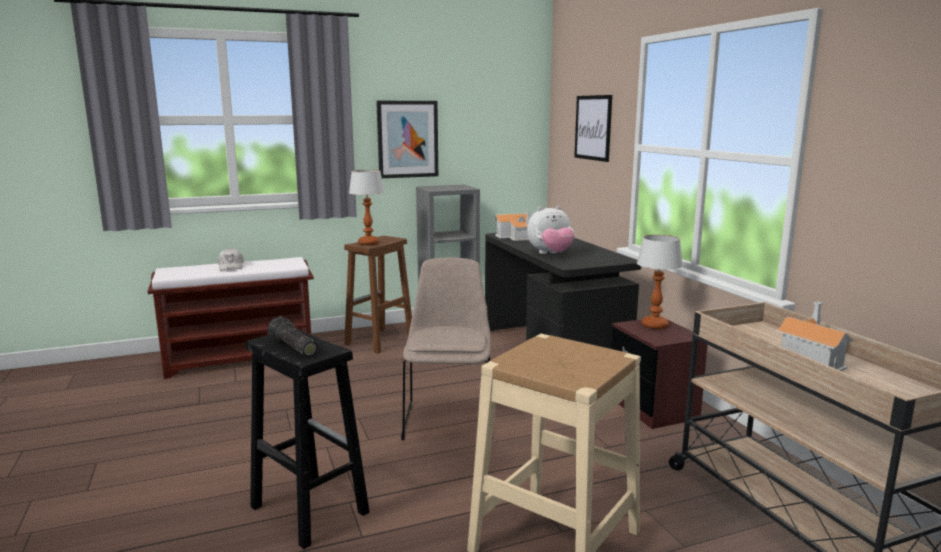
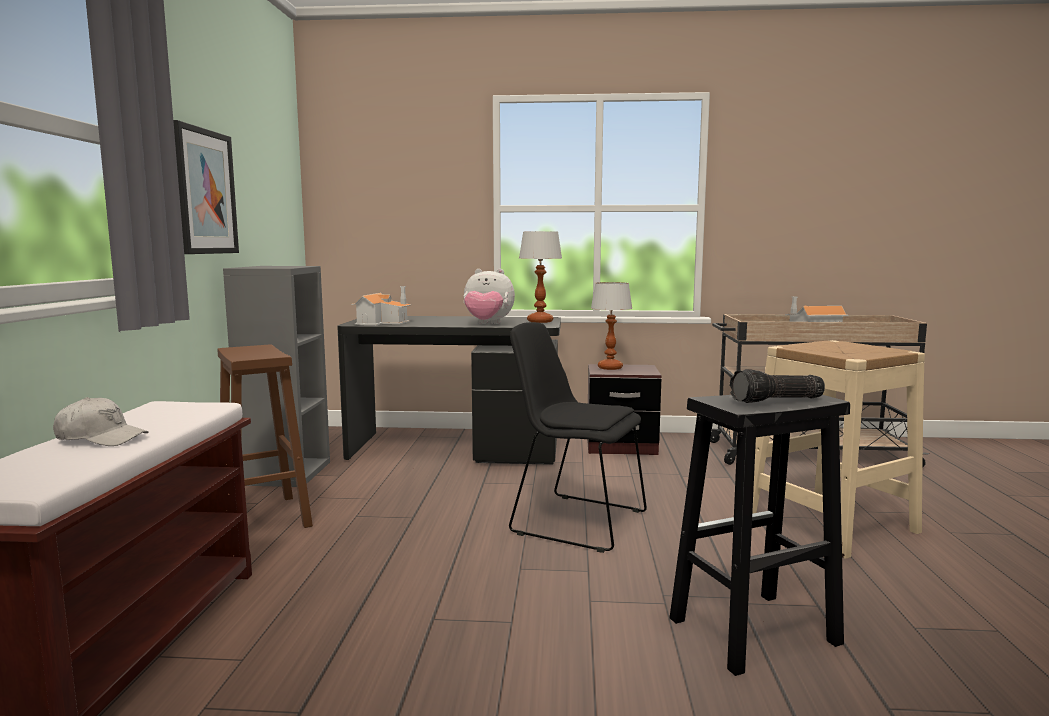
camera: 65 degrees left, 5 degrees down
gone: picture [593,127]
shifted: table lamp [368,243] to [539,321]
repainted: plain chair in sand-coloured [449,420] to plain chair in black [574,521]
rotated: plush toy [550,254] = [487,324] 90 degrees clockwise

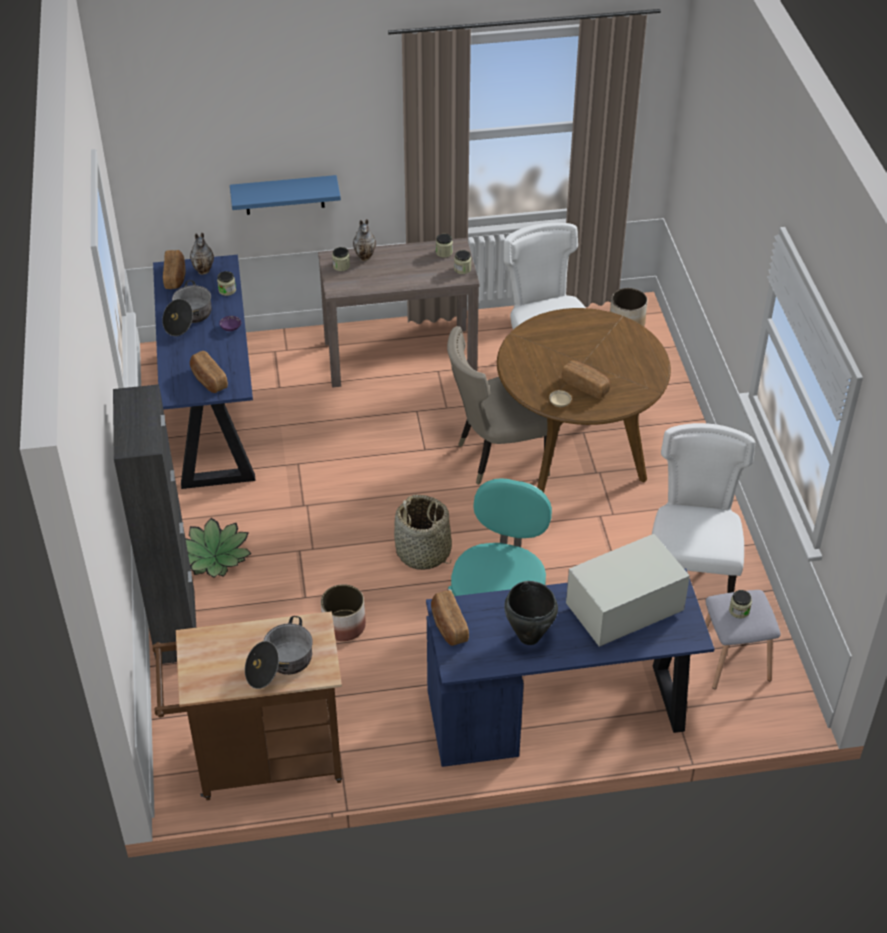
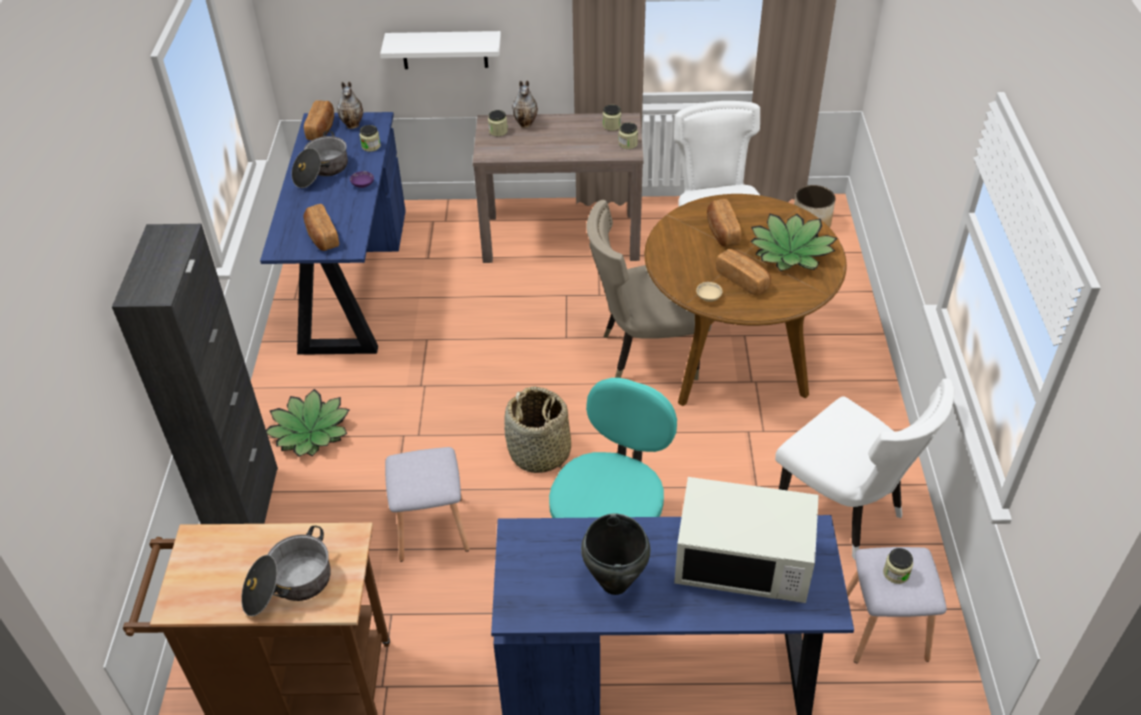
camera: 10 degrees right, 0 degrees up
new: potted plant [791,252]
shifted: baked bread [448,626] to [721,231]
swapped: flower pot [343,626] to sitting stool in gray [430,529]
repainted: wall shelf in blue-coloured [284,195] to wall shelf in white-coloured [444,50]
rotated: microwave oven in white-coloured [624,610] = [743,562] 150 degrees counterclockwise; plain chair in white-coloured [690,575] = [844,513] 120 degrees clockwise

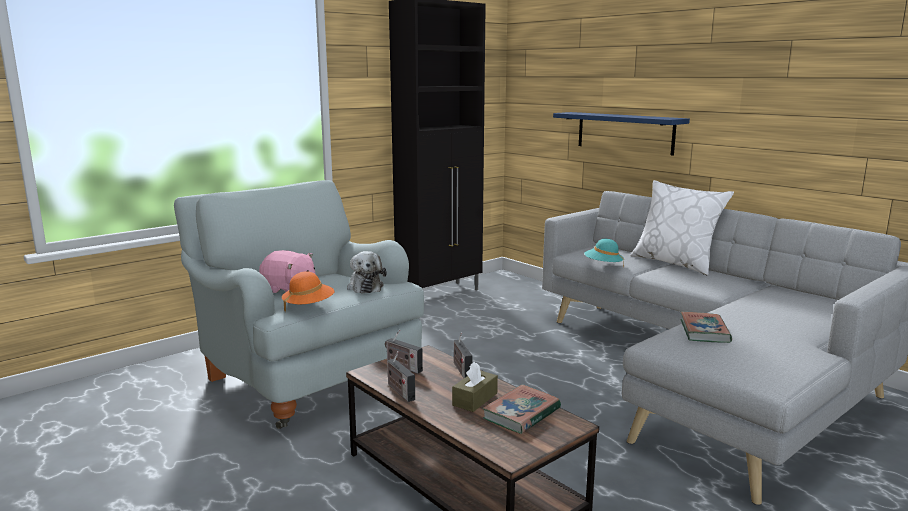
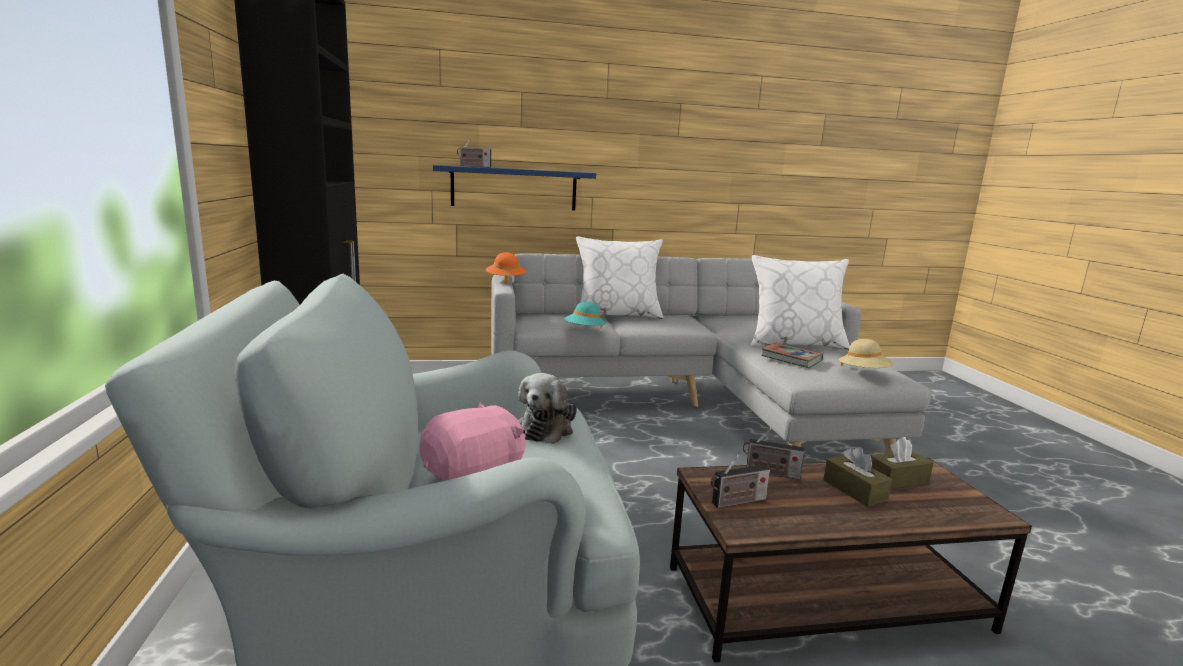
camera: 60 degrees left, 0 degrees up
new: cushion in white-coloured [794,343]; wearable hat in sand-coloured [863,373]
shifted: wearable hat in orange-coloured [308,306] to [505,280]; radio receiver [399,391] to [473,166]
swapped: volume [521,414] to tissue holder in brown [897,479]
rotated: plush toy [365,286] = [547,428] 90 degrees clockwise

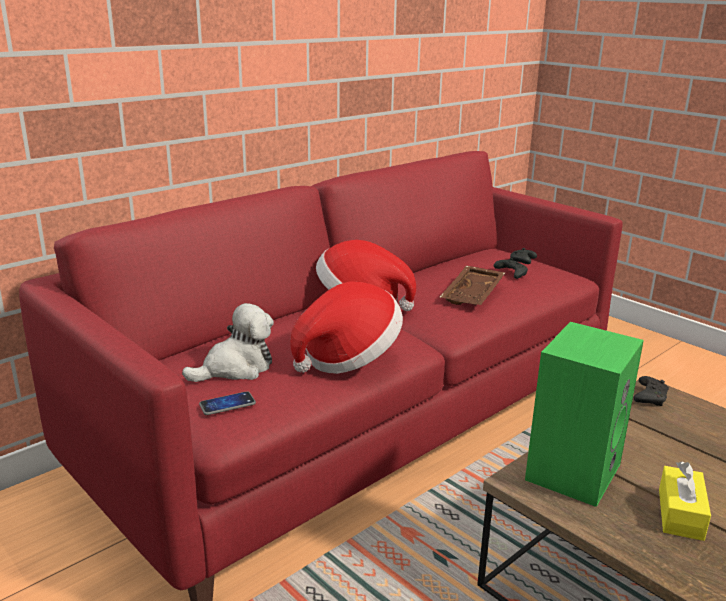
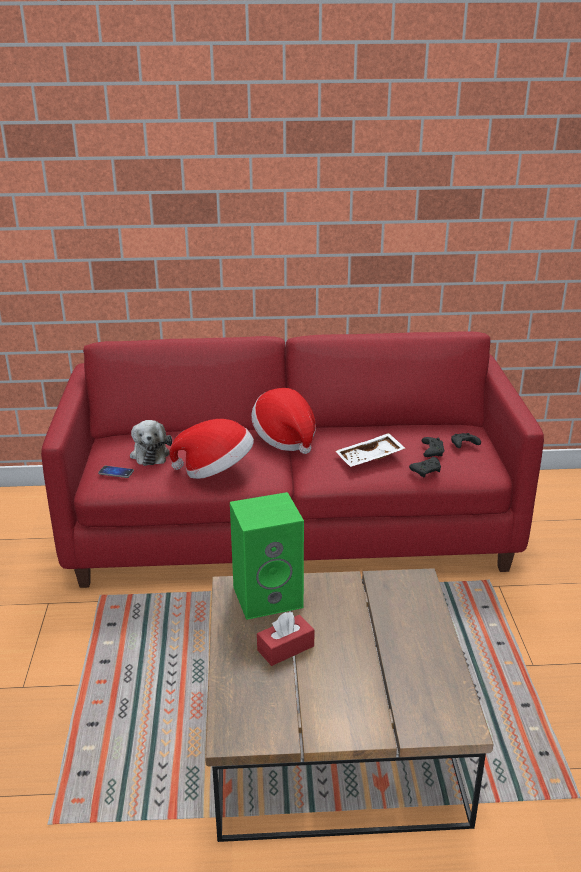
camera: 40 degrees right, 5 degrees up
shifted: joypad in black [649,397] to [426,471]
repainted: carrying tray in brown [473,295] to carrying tray in white-coloured [370,458]; tissue holder in yellowish [680,514] to tissue holder in red [285,648]
rotated: plush toy [236,368] = [150,453] 75 degrees clockwise

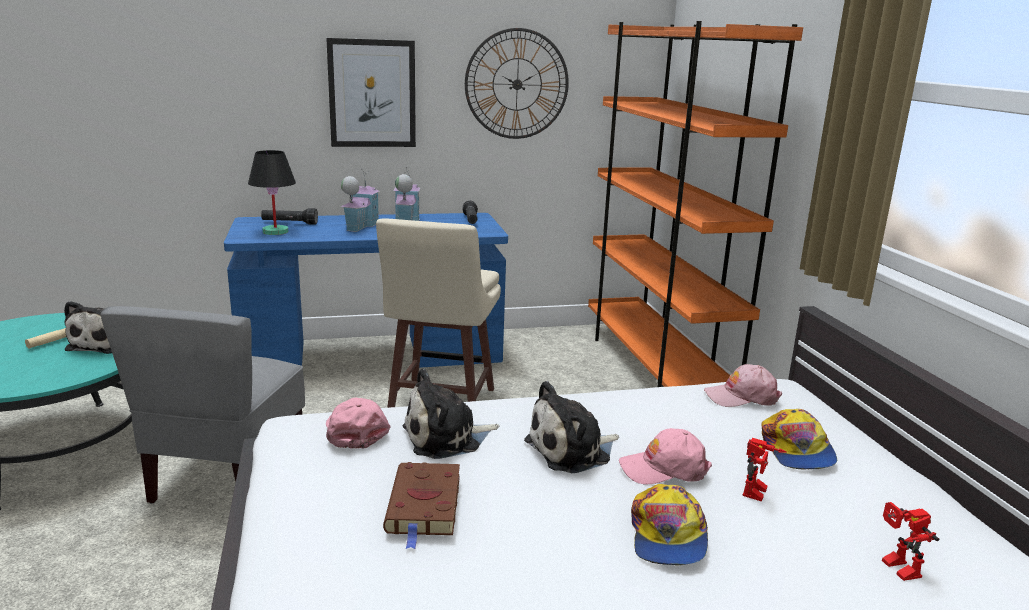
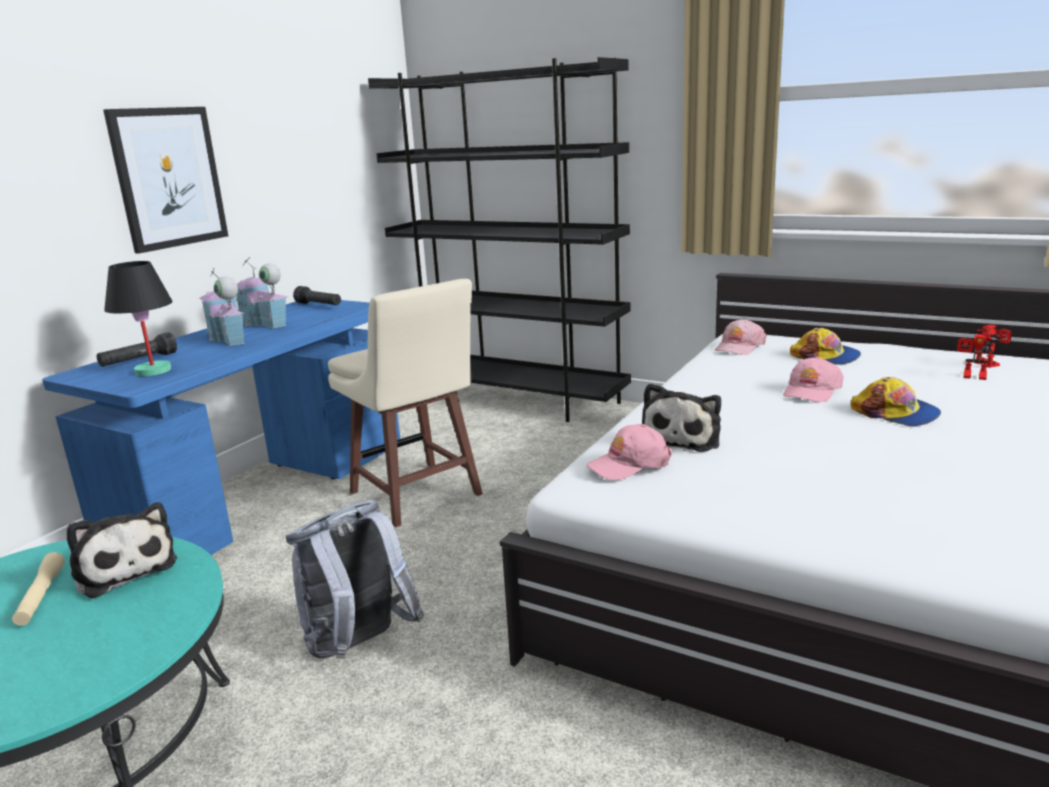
camera: 45 degrees left, 0 degrees up
gone: volume in brown [424,506]; clock on the wall [517,84]; plush toy [572,451]
shifted: toy robot [758,494] to [990,364]
swapped: plain chair in gray [227,477] to backpack in gray [358,647]
repainted: bookcase in orange-coloured [654,370] to bookcase in black [513,399]
rotated: peaked cap in pink [355,430] = [629,464] 45 degrees counterclockwise

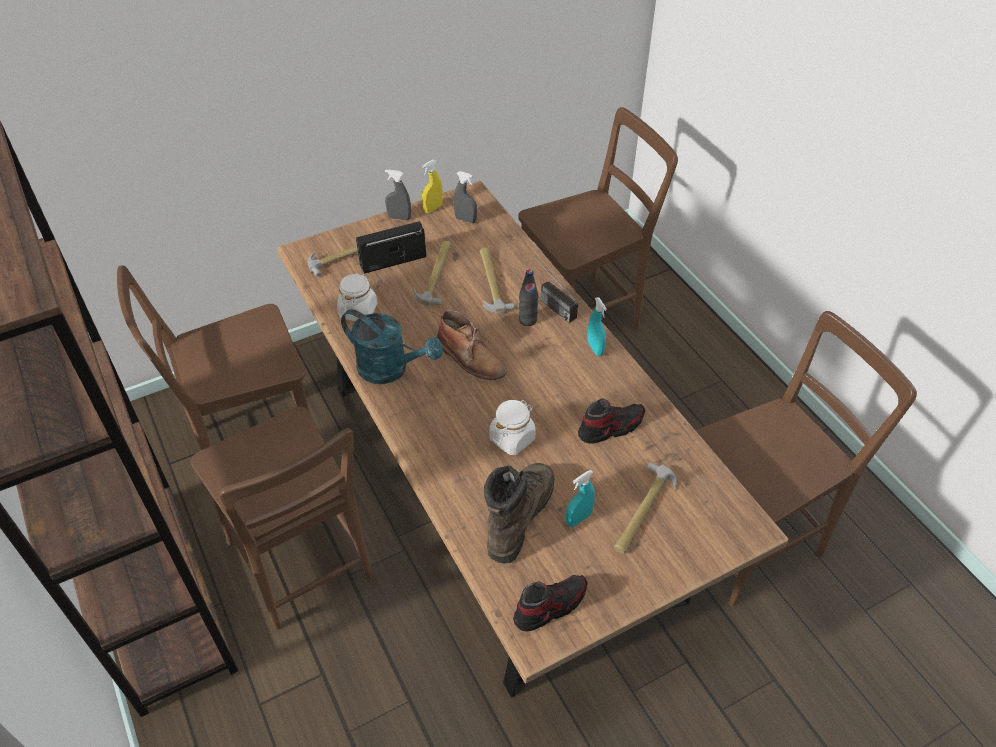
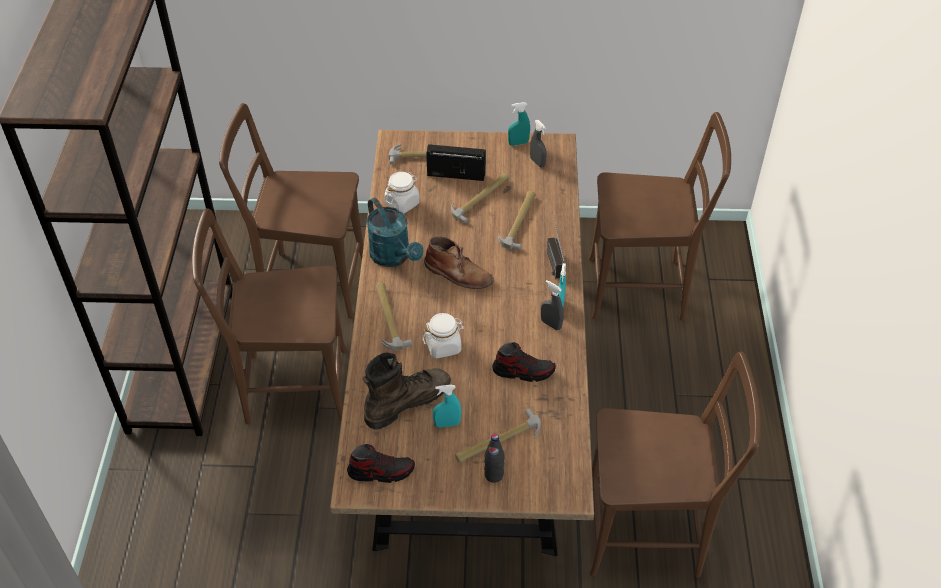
camera: 30 degrees right, 0 degrees up
new: tool hammer [389,318]
shifted: sprayer in gray [399,218] to [551,324]; bottle in black [527,320] to [493,475]
repainted: sprayer in yellowish [433,208] to sprayer in turquoise [518,143]
rotated: plain chair in brown [303,566] = [289,386] 90 degrees clockwise; high-top boot in brown [471,358] = [458,274] 45 degrees counterclockwise

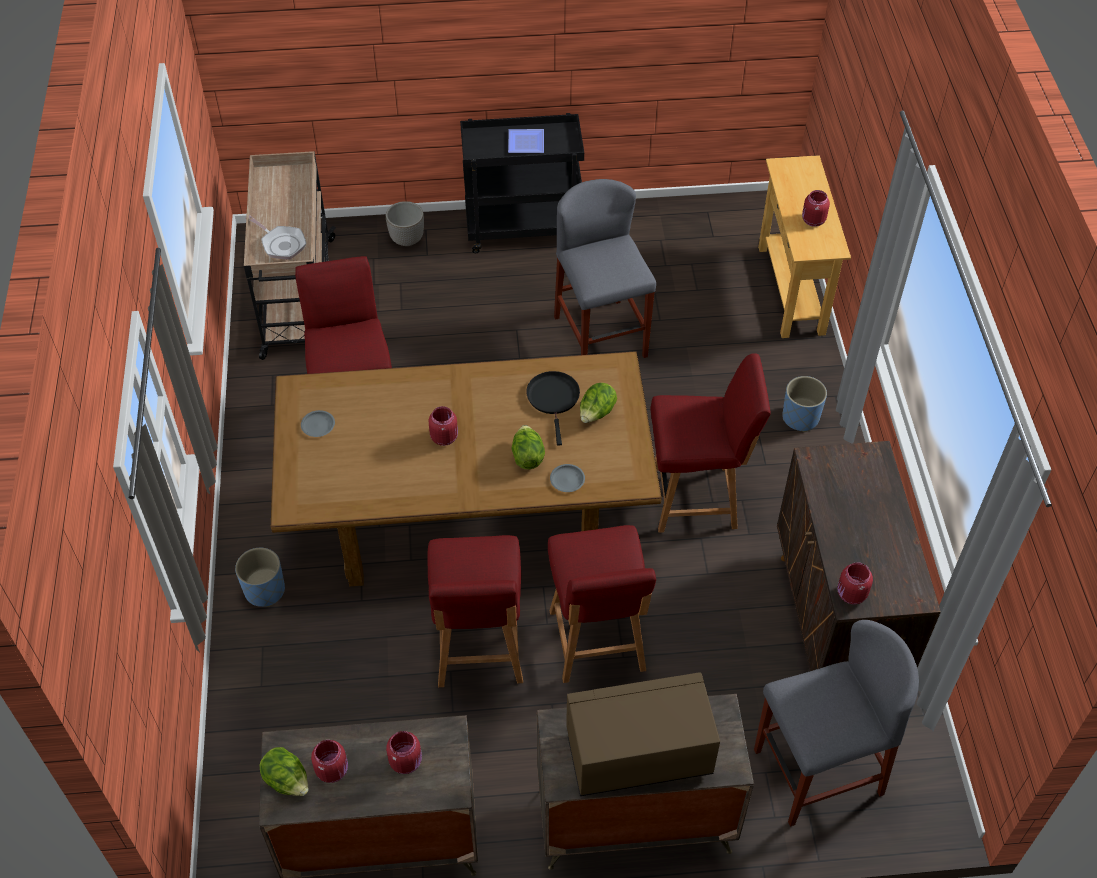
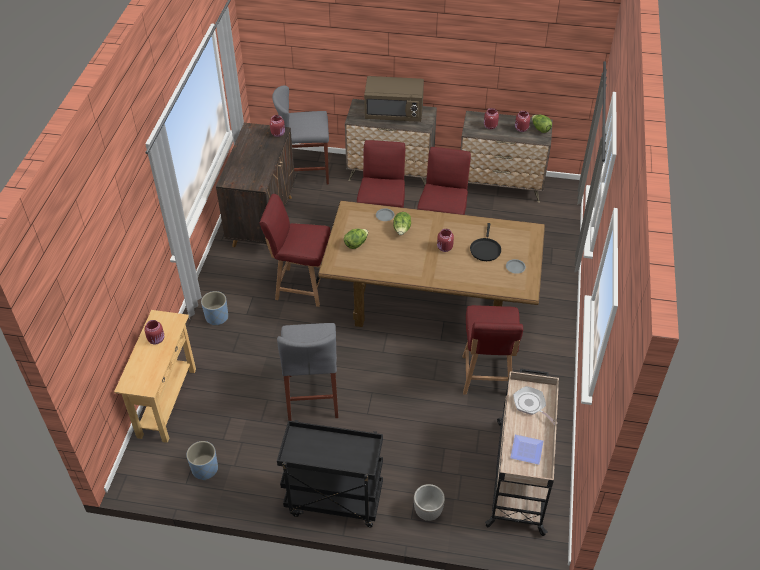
camera: 165 degrees left, 5 degrees down
shifted: flower pot in blue-coloured [265,590] to [205,469]; flat dish [524,142] to [527,451]; pan in black [553,399] to [485,249]

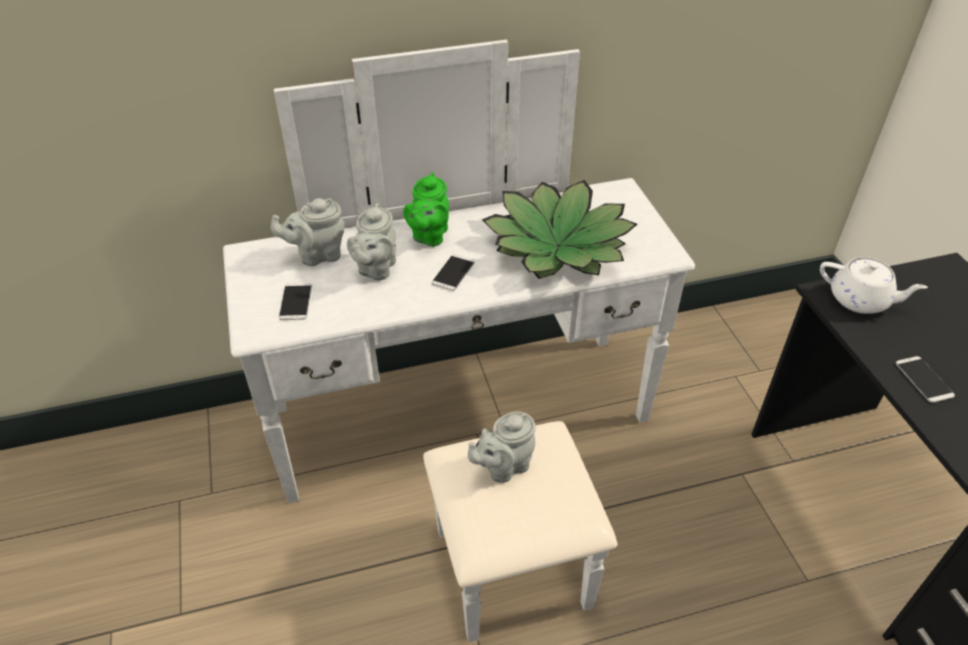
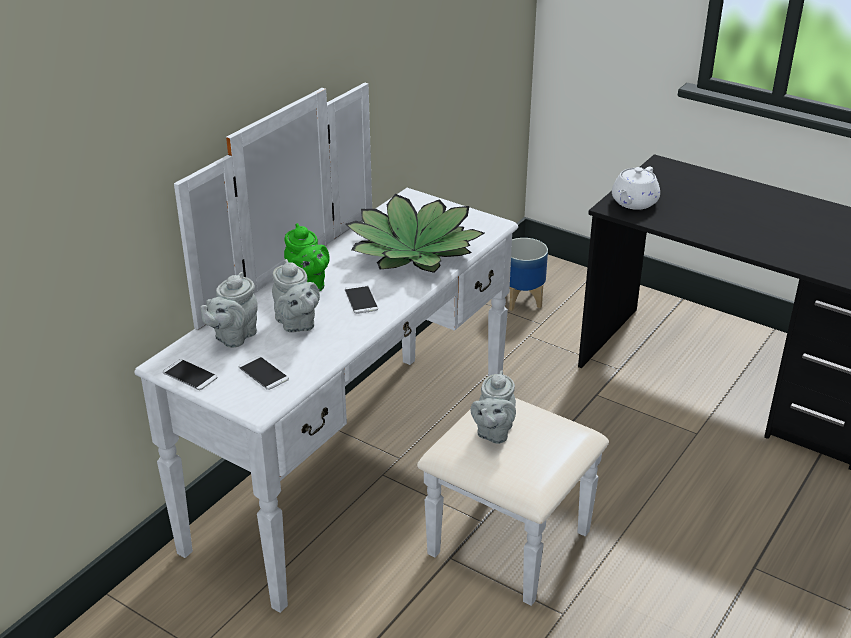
camera: 40 degrees left, 10 degrees down
new: flower pot [522,301]
shifted: handset [923,379] to [190,375]
rotated: teapot in white-coloured [860,300] = [633,202] 135 degrees clockwise

